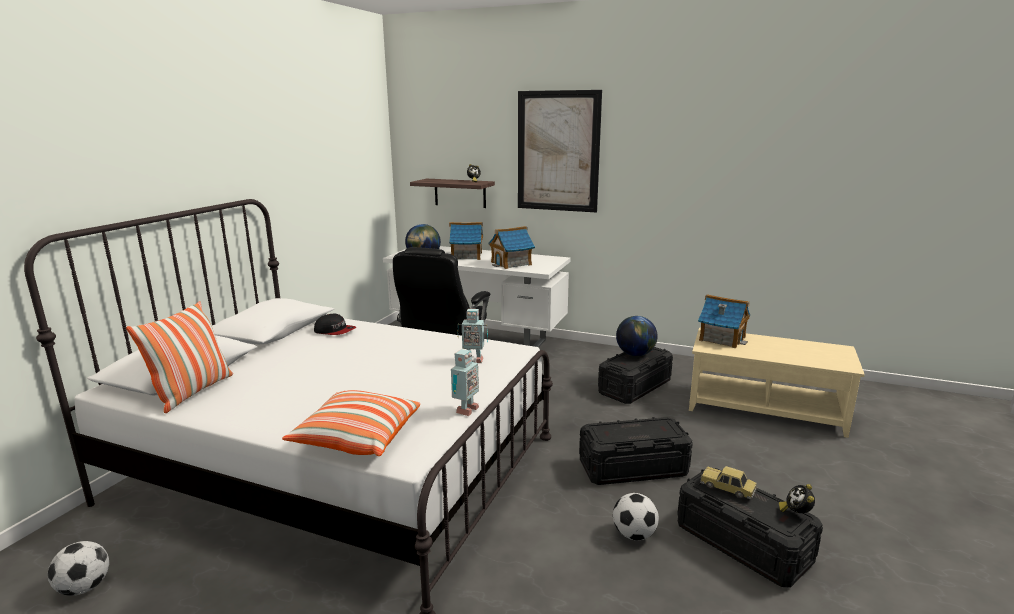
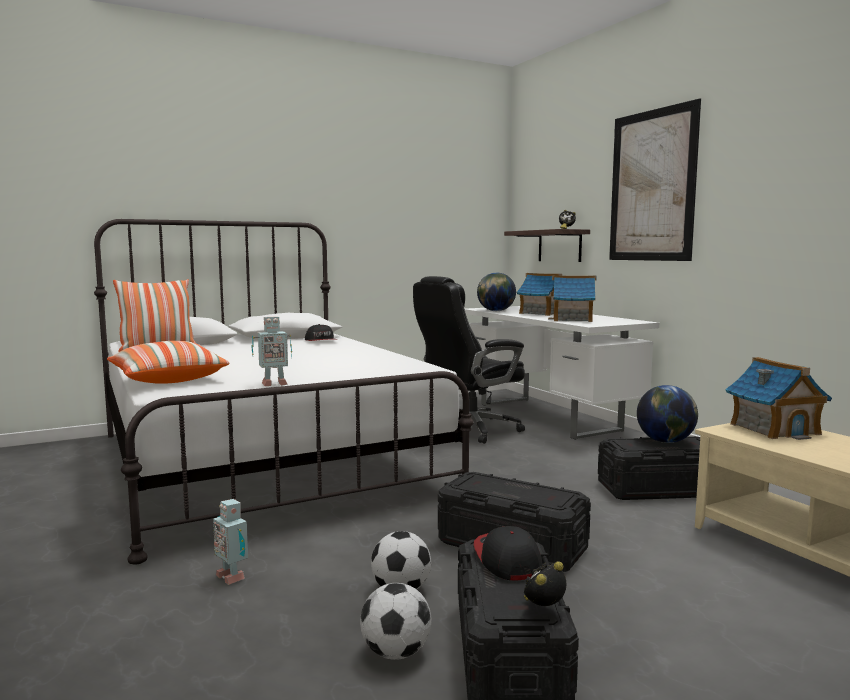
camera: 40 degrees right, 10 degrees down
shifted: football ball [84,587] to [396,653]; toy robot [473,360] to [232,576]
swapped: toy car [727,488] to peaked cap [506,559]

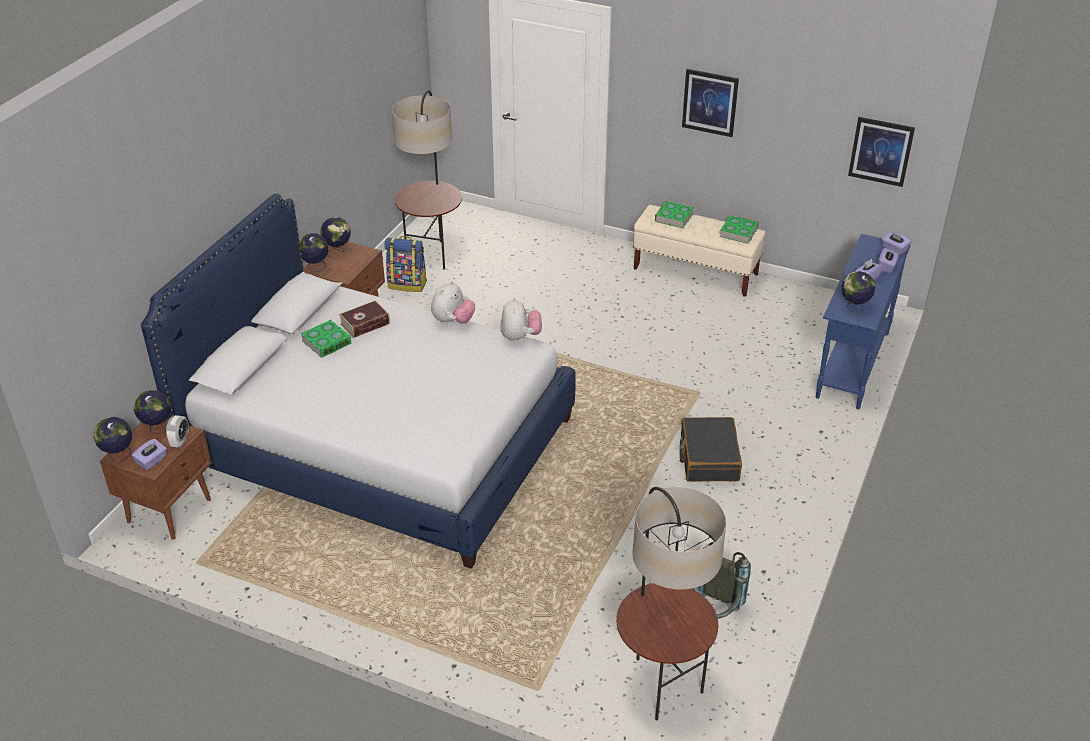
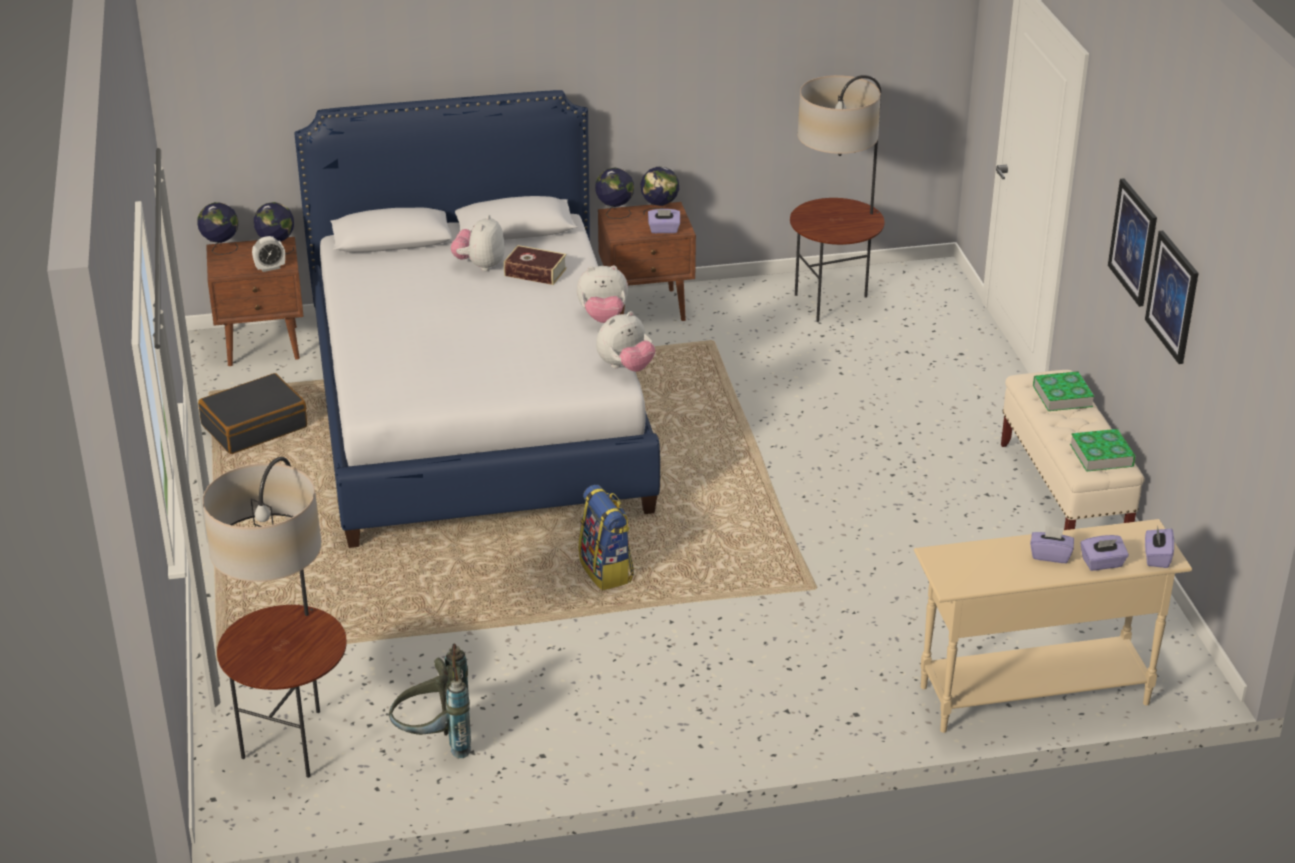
camera: 55 degrees right, 5 degrees down
gone: world globe [854,308]
shifted: tissue holder in purple-coloured [152,461] to [664,230]; backpack [407,284] to [607,571]; piece of luggage in black [708,458] to [254,426]; picture [881,151] to [1173,296]
swapped: volume [326,342] to plush toy [480,265]
repainted: console table in blue-coloured [852,365] to console table in sand-coloured [1033,695]

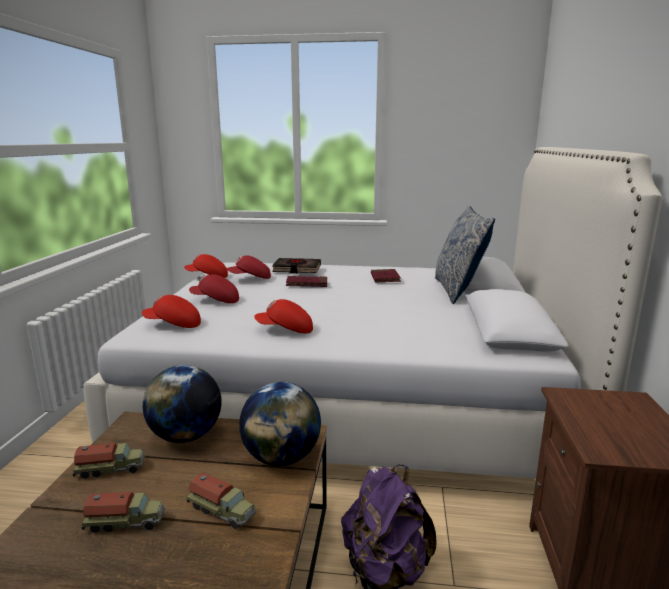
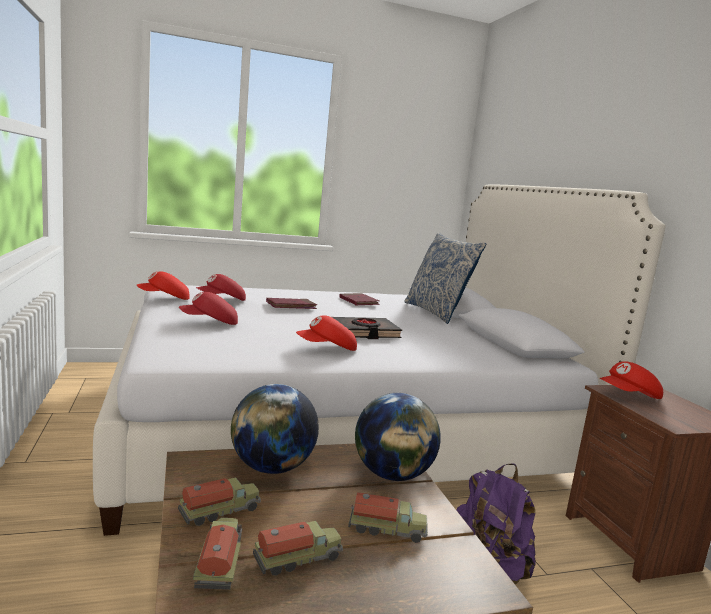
camera: 25 degrees left, 5 degrees down
new: model truck [220,562]
shifted: peaked cap in red [173,325] to [629,397]; volume in black [297,269] to [365,332]

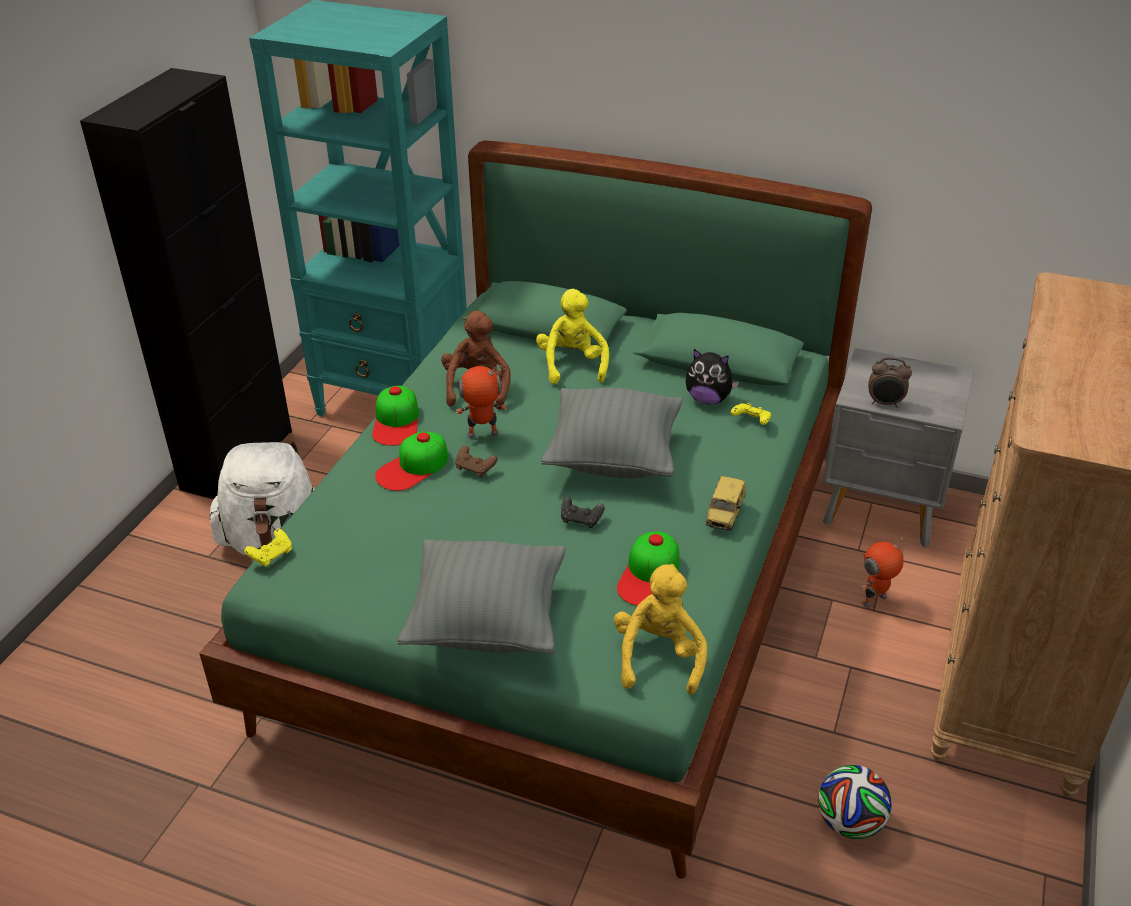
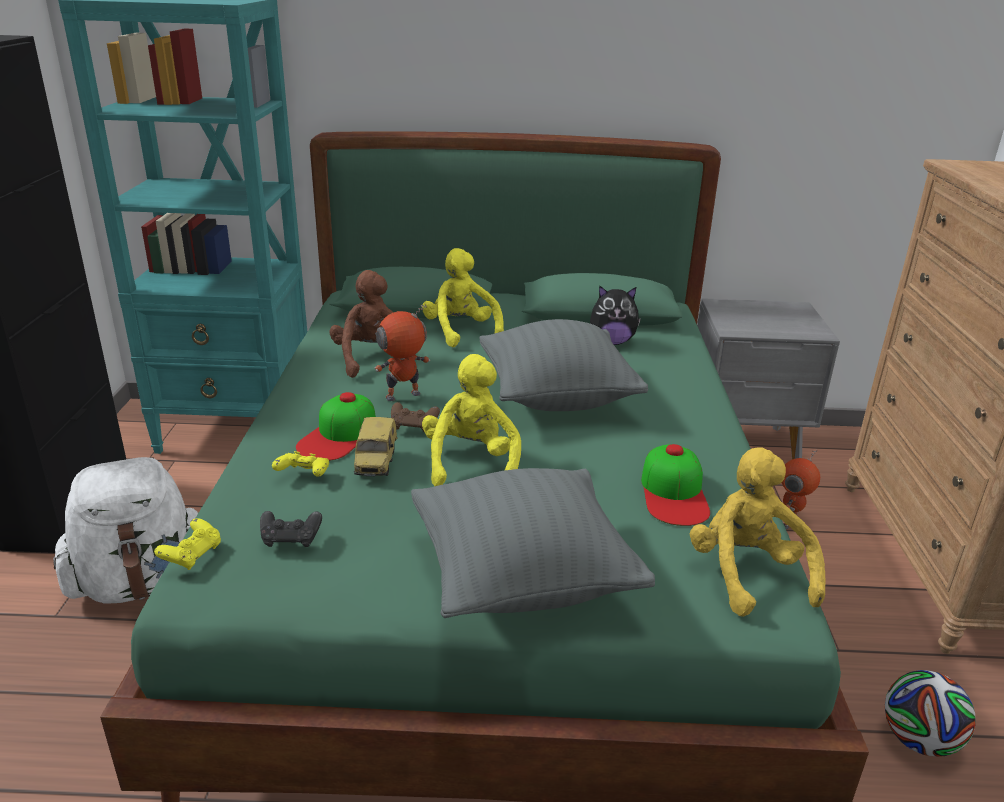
camera: 20 degrees left, 10 degrees down
gone: peaked cap [396,421]; table clock [885,403]
new: plush toy in yellowish [471,463]
shifted: joypad in black [581,520] to [291,539]; toy car [725,516] to [377,464]; joypad in yellowish [751,421] to [303,475]

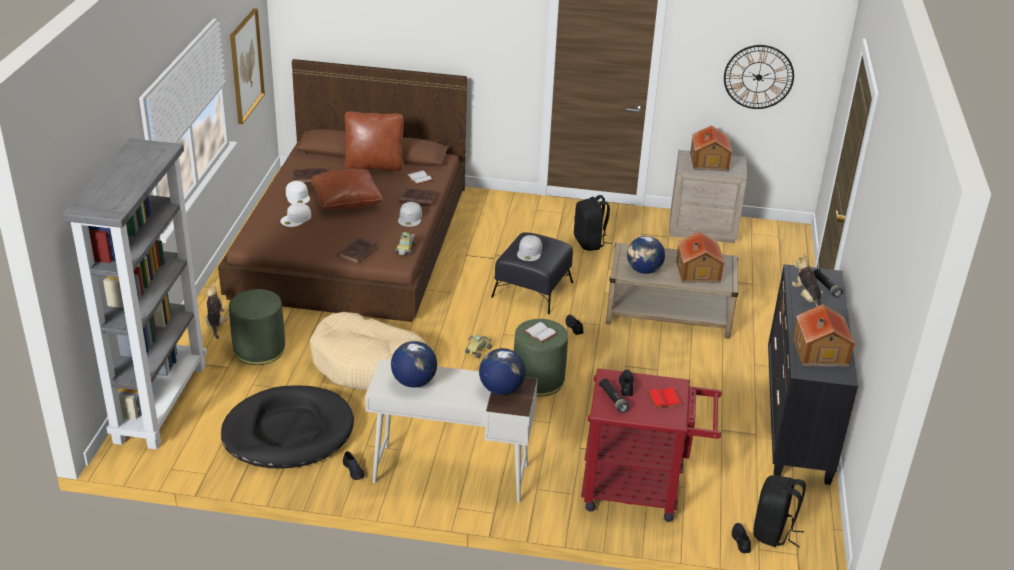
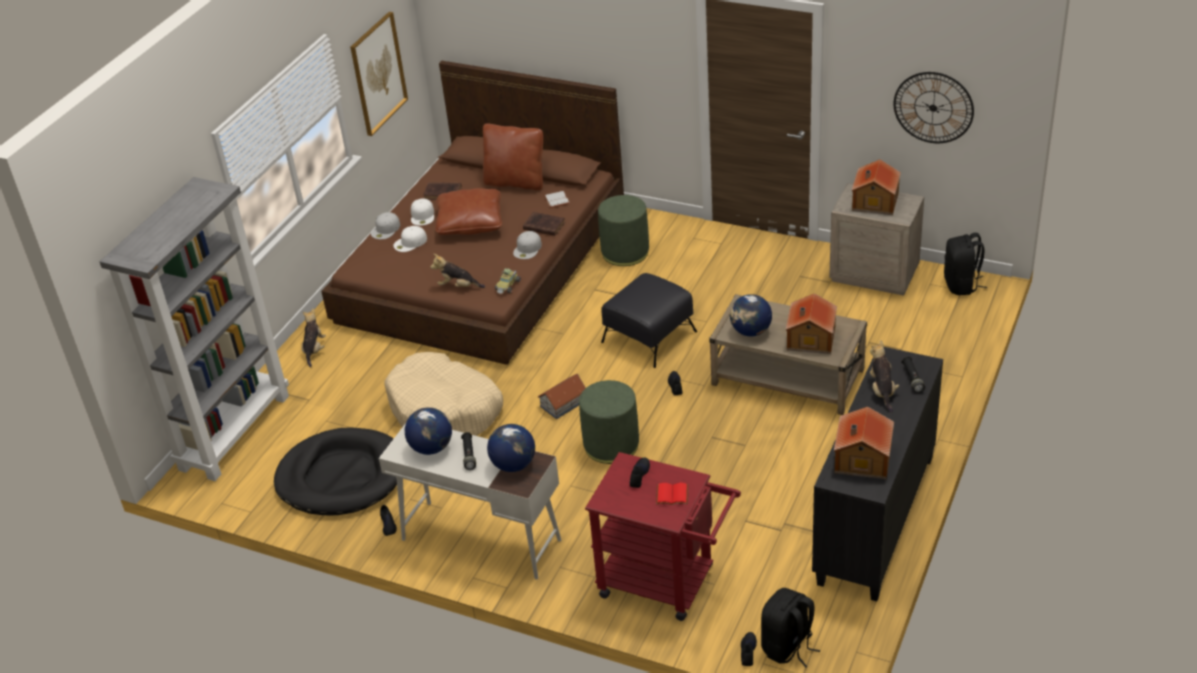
camera: 20 degrees right, 5 degrees up
gone: volume in white-coloured [539,333]
shifted: footrest in green-coloured [259,350] to [625,252]; peaked cap in white-coloured [530,252] to [386,229]; backpack in black [590,243] to [961,285]; flashlight in black [613,400] to [469,455]
swapped: volume in brown [358,252] to plush toy [458,286]; toy car [478,350] to miniature house [563,403]

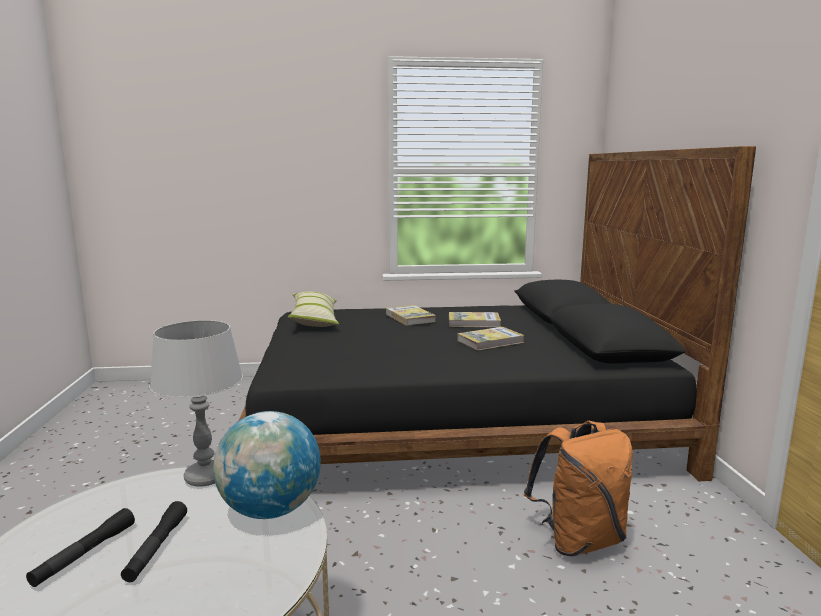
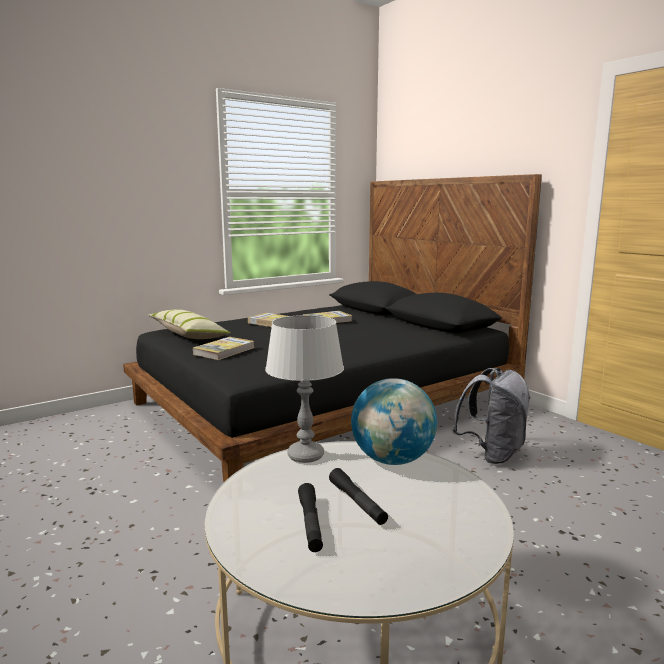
camera: 30 degrees left, 0 degrees up
shifted: volume [490,341] to [224,351]
repainted: backpack in orange-coloured [579,540] to backpack in gray [492,454]

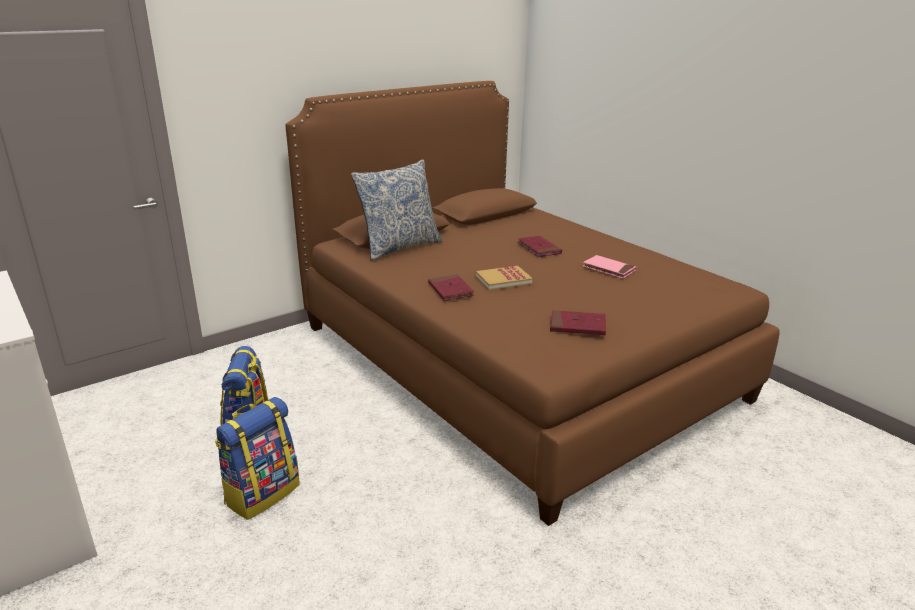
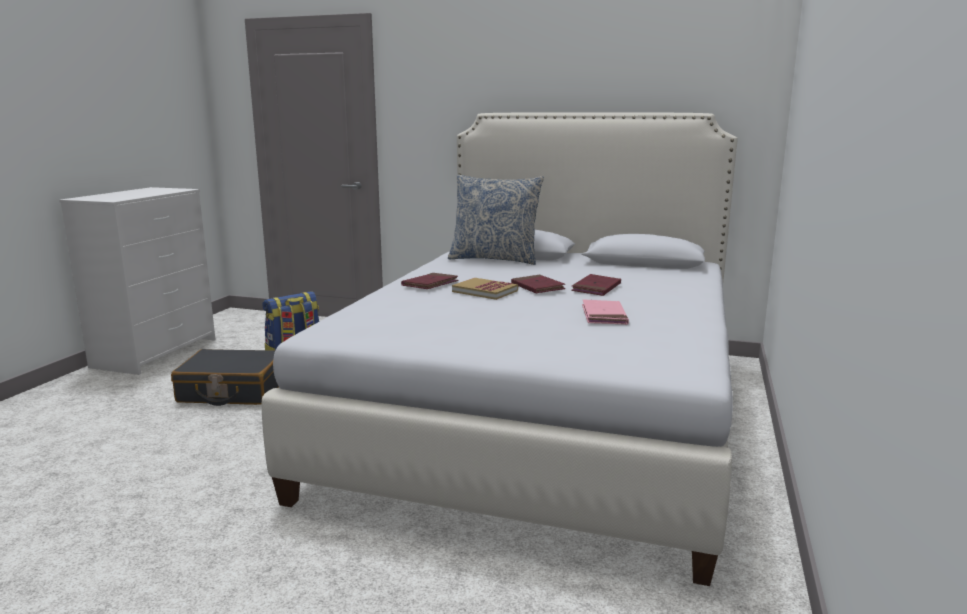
camera: 55 degrees right, 10 degrees down
shifted: volume in red [577,326] to [537,287]
swapped: backpack [262,493] to piece of luggage in black [232,391]
repainted: bedroom bed in brown [511,361] to bedroom bed in white-coloured [542,414]

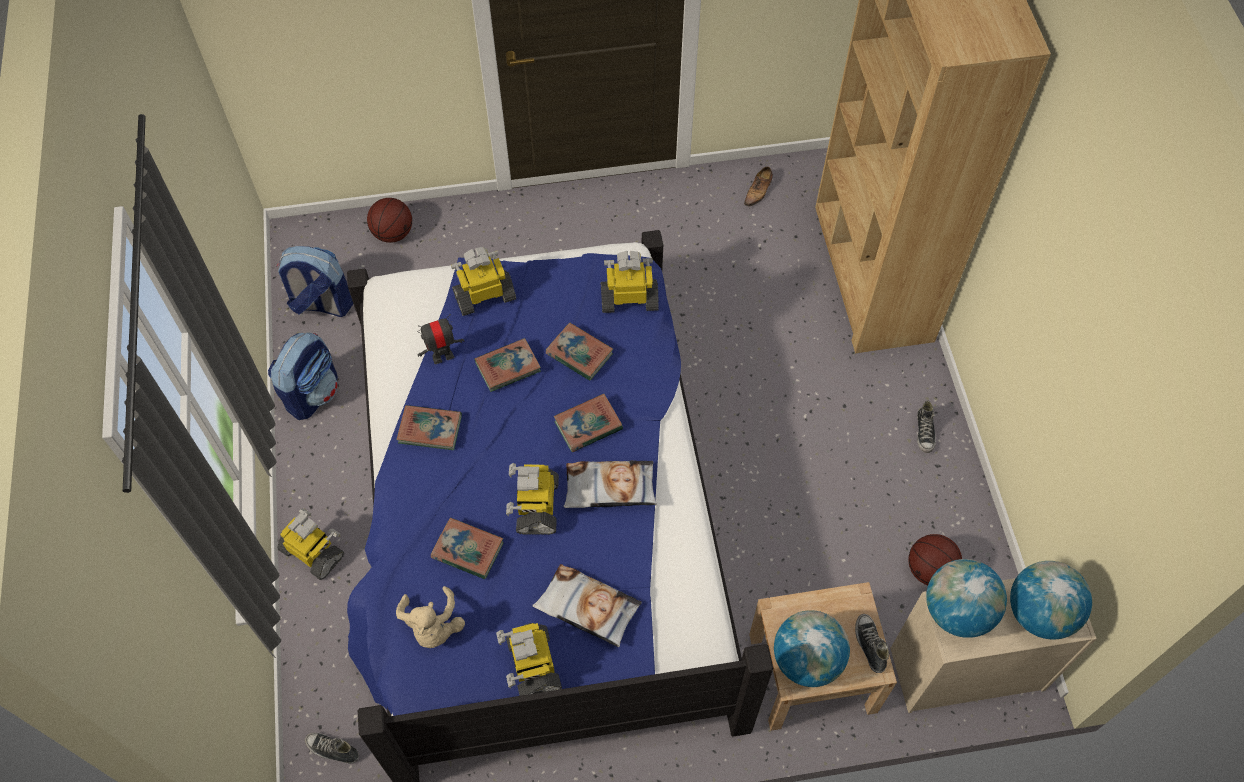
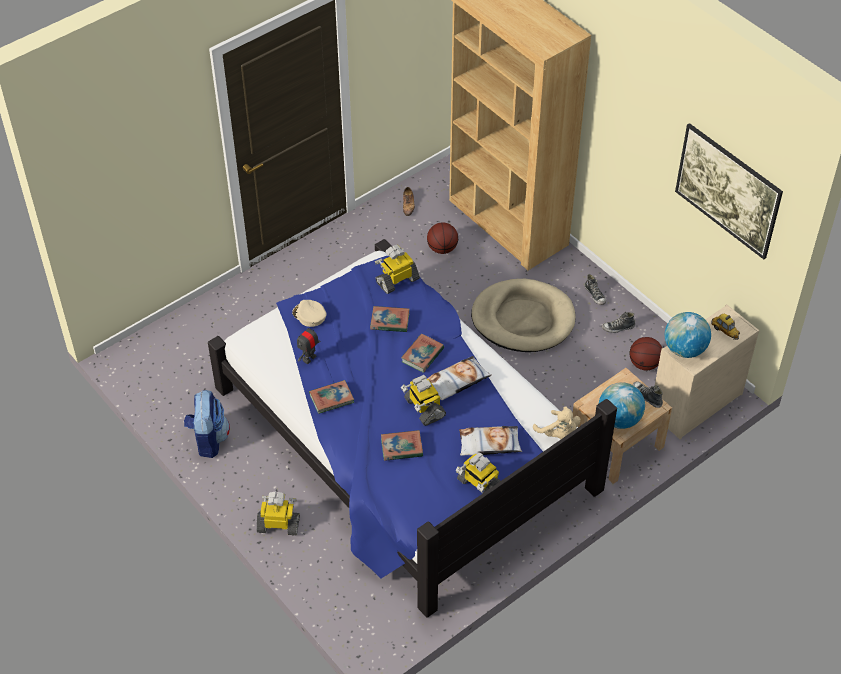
camera: 30 degrees left, 10 degrees down
gone: backpack [321,304]; volume [508,367]
new: pet bed in sand-coloured [523,319]; picture [724,207]
shifted: shoe [332,750] to [618,328]; basketball ball [393,233] to [442,249]; plush toy in sand-coloured [433,626] to [559,434]
swapped: toy robot [484,295] to peaked cap in sand-coloured [309,315]; world globe [1039,613] to toy car [724,331]

